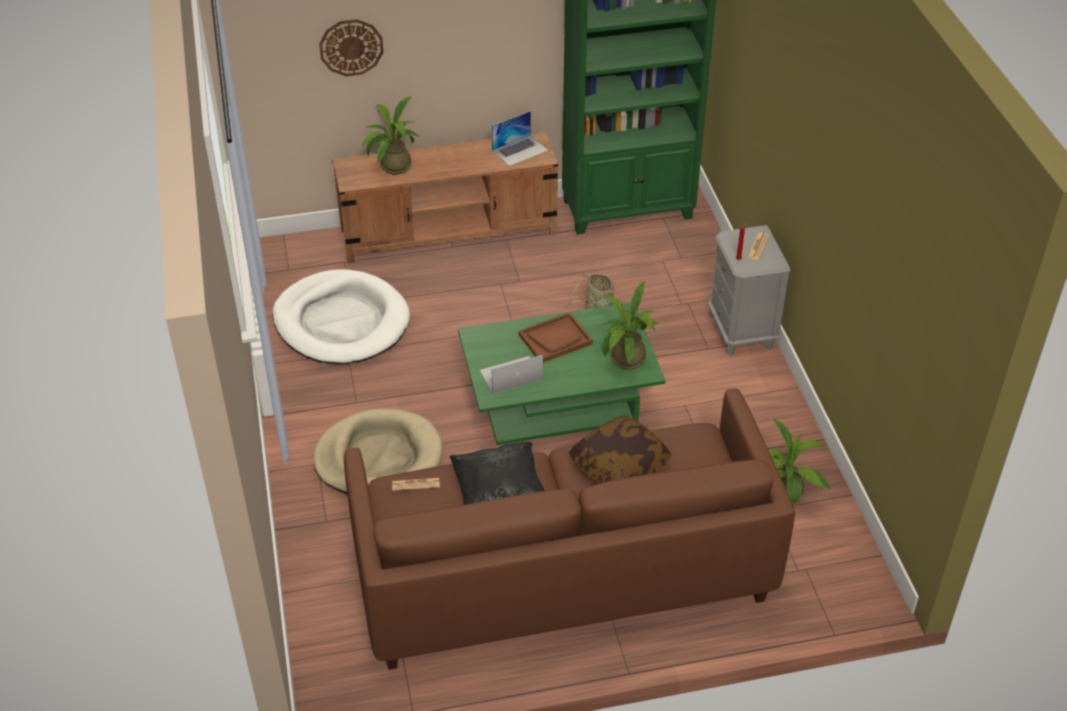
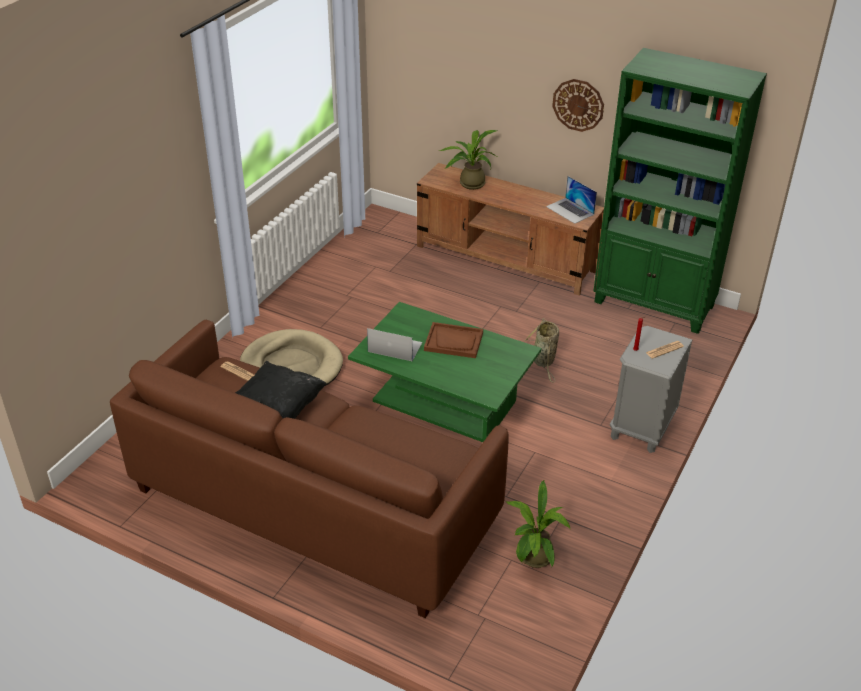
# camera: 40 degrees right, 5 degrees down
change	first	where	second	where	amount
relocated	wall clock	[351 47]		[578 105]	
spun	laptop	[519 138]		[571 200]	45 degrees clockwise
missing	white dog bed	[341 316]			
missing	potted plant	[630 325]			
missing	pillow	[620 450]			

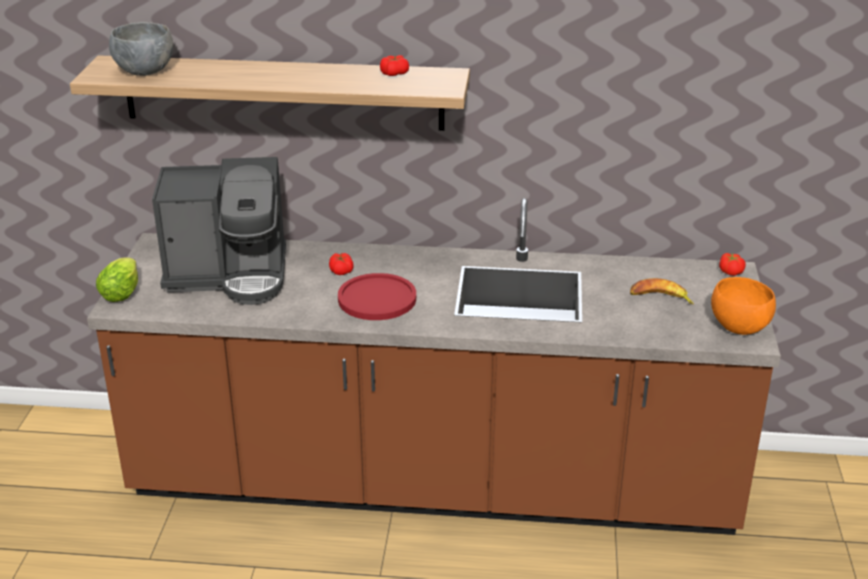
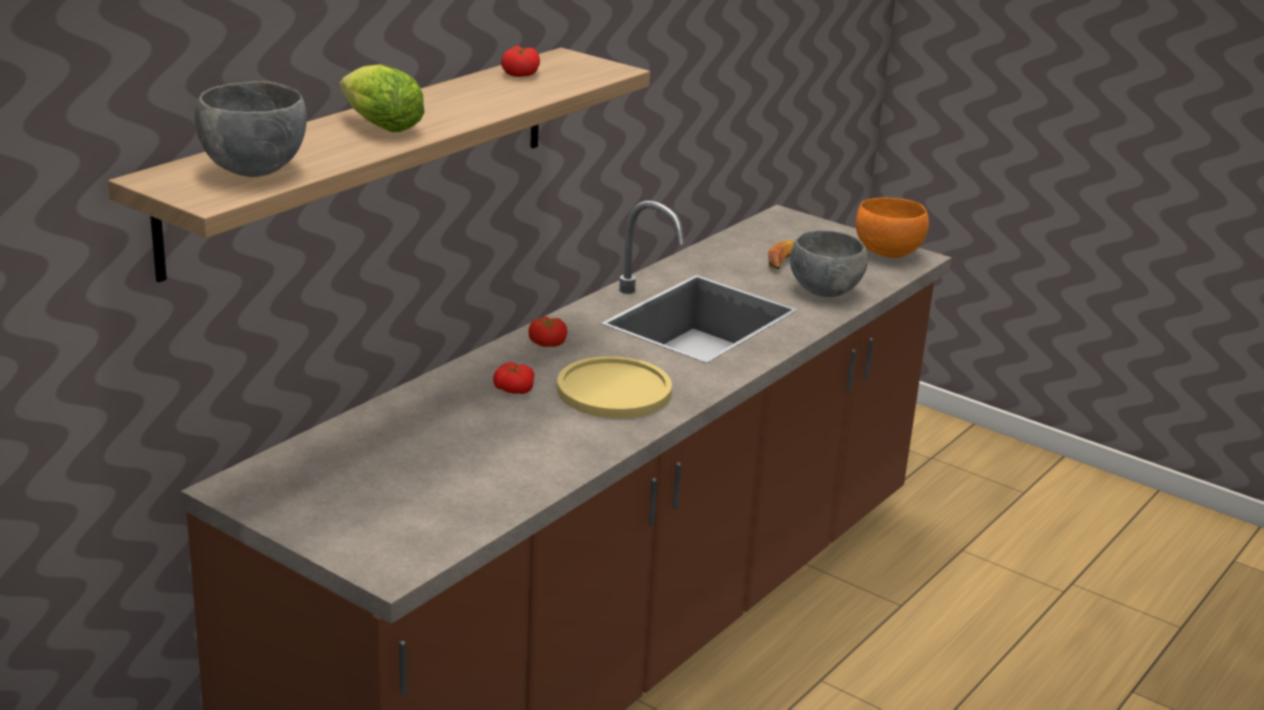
# camera: 60 degrees left, 5 degrees down
change	first	where	second	where	amount
missing	coffee machine	[219 231]			
relocated	tomato	[732 264]		[547 331]	
relocated	lettuce	[117 279]		[382 98]	
colour	red plate	[377 296]	yellow plate	[614 387]	
appeared			grey bowl	[828 263]	

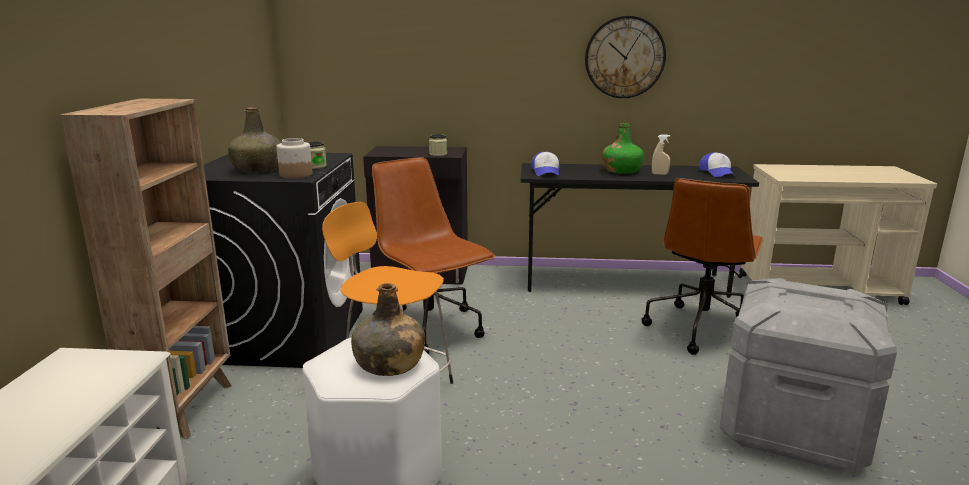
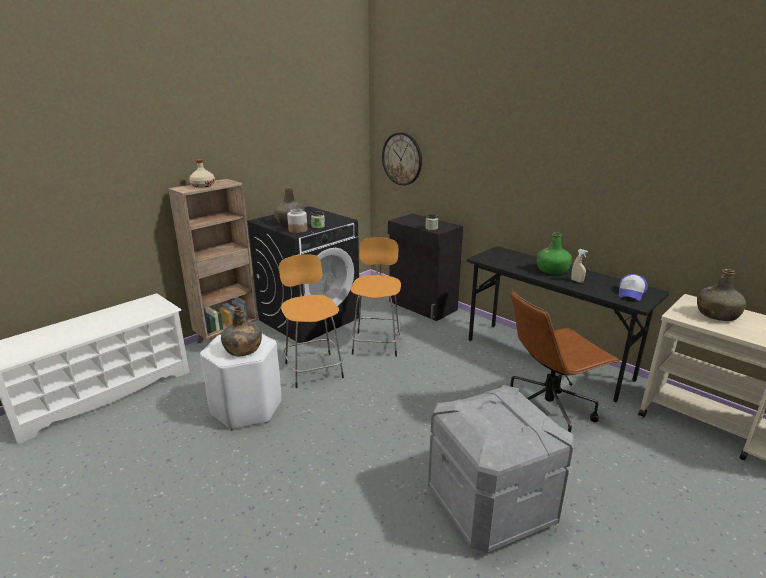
# camera: 40 degrees right, 5 degrees up
change	first	where	second	where	amount
relocated	wall clock	[625 57]		[402 159]	
missing	cap	[545 164]			
exchanged	brown office chair	[433 255]	orange stool	[376 297]	
appeared			beige bottle	[202 173]	
appeared			green bottle	[721 295]	

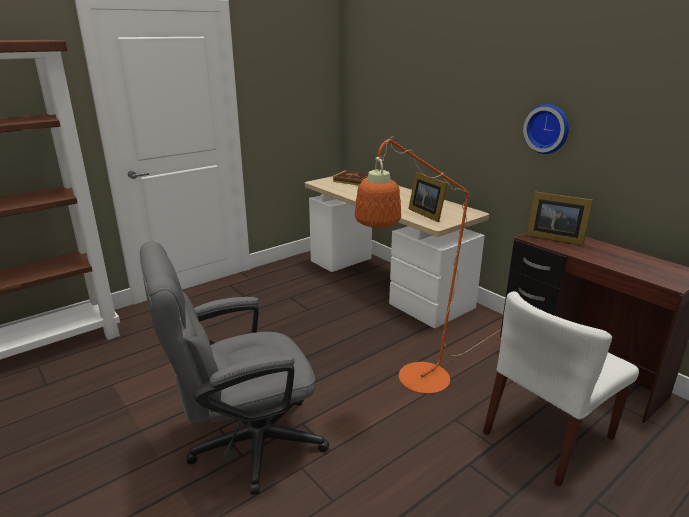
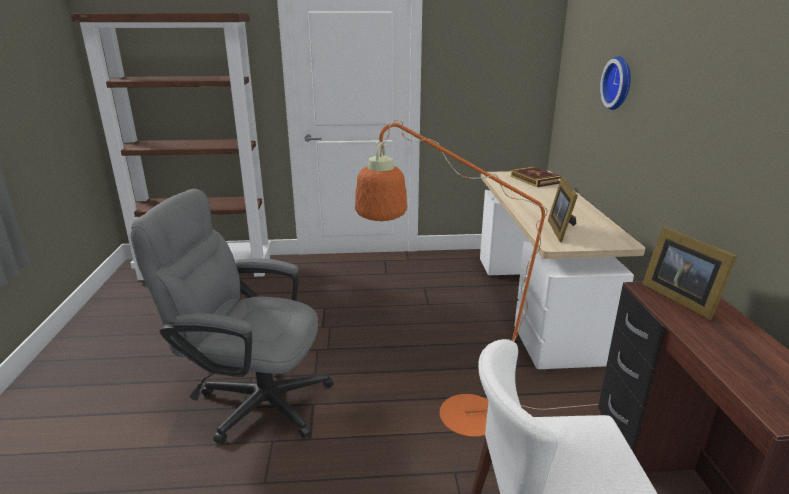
# camera: 35 degrees right, 0 degrees up
change	first	where	second	where	amount
relocated	wall clock	[546 129]		[615 83]	

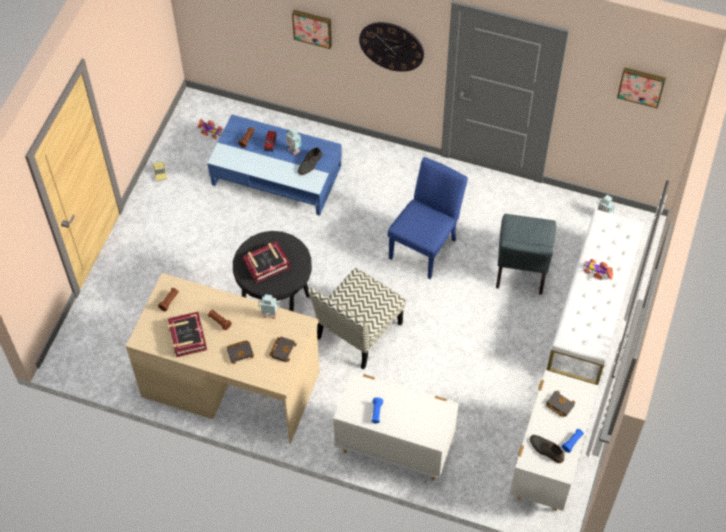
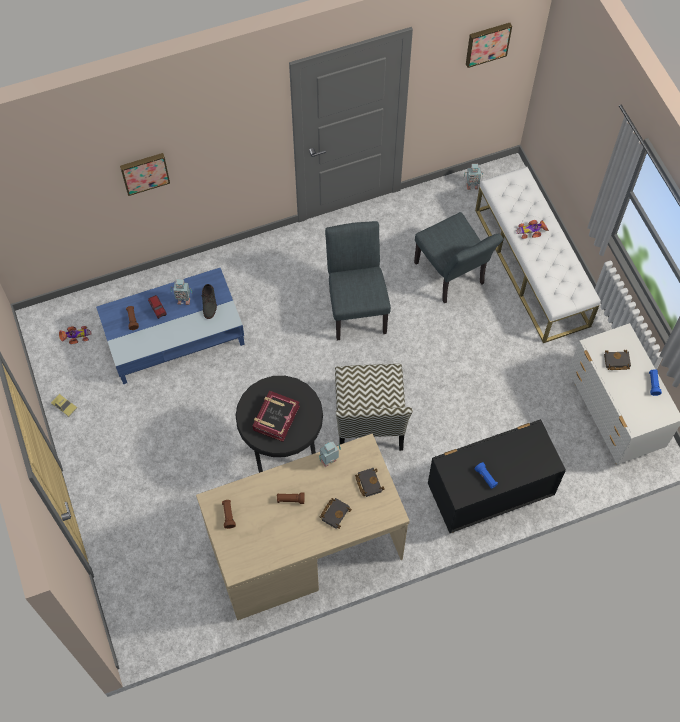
# camera: 40 degrees left, 5 degrees up
change	first	where	second	where	amount
missing	wall clock	[391 47]			
colour	blue chair	[428 218]	grey chair	[358 281]	
missing	book	[187 334]			
colour	white dresser	[396 426]	black dresser	[497 476]	
missing	grey shoe	[547 449]			

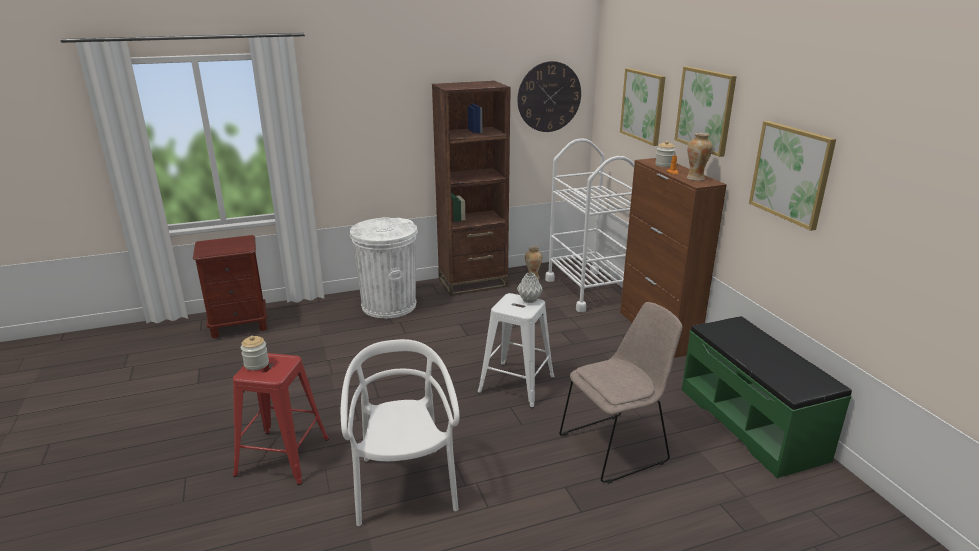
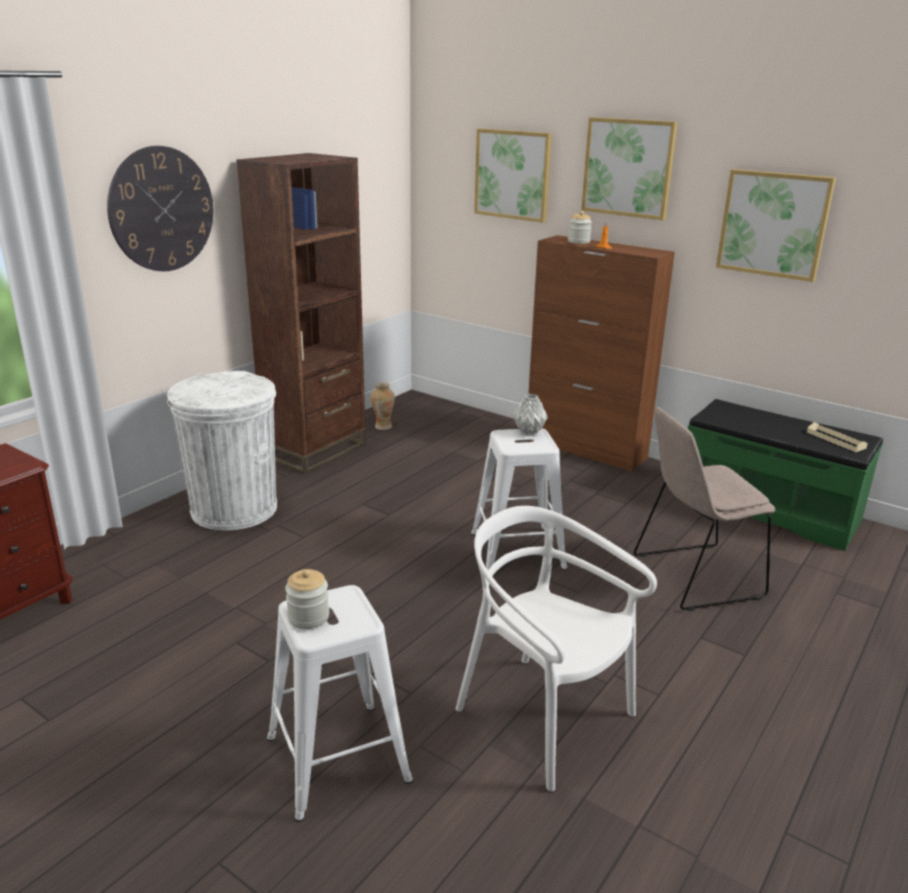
# camera: 35 degrees left, 0 degrees up
change	first	where	second	where	amount
relocated	wall clock	[549 96]		[160 208]	
missing	vase	[700 157]			
missing	white cart	[589 225]			
spun	beige chair	[620 393]		[704 509]	135 degrees counterclockwise
colour	red stool	[281 419]	white stool	[340 703]	
appeared			beige tray	[837 437]	

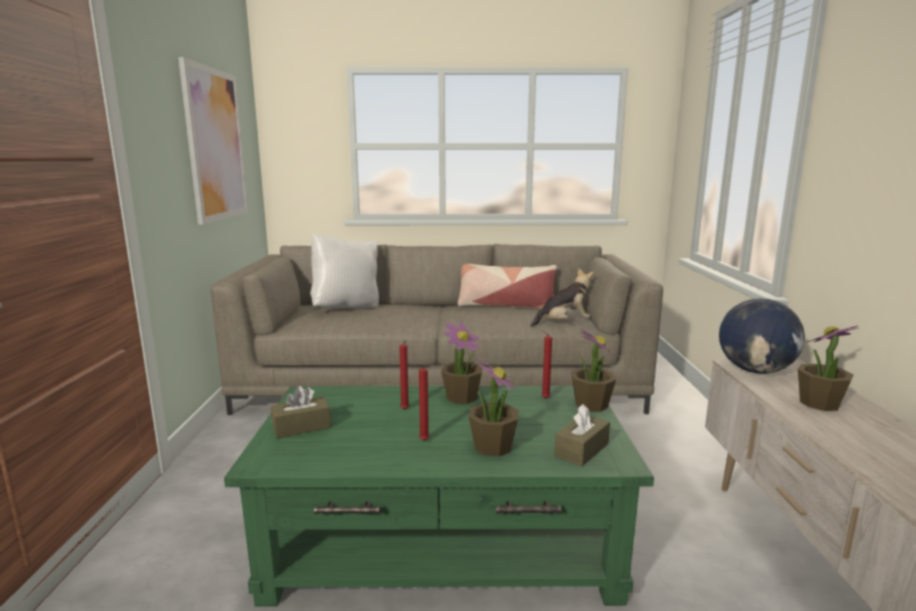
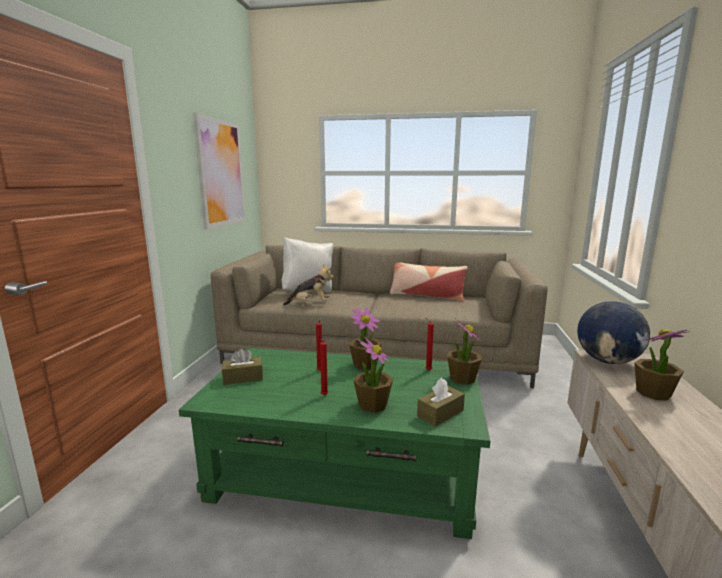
# camera: 10 degrees right, 0 degrees up
change	first	where	second	where	amount
relocated	plush toy	[562 298]		[308 285]	

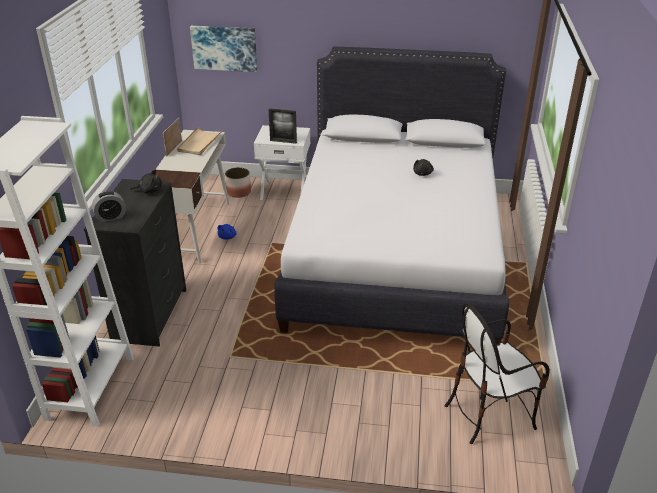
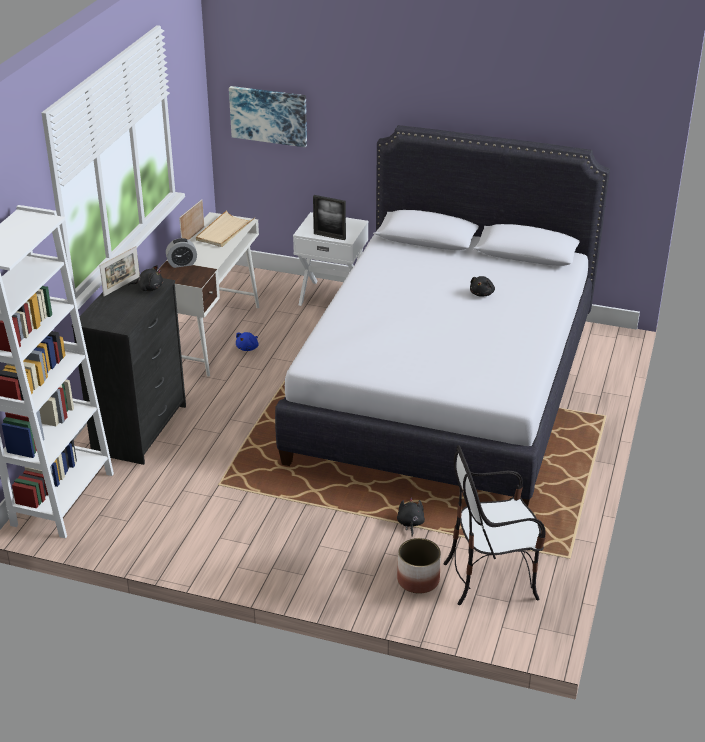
# camera: 10 degrees right, 0 degrees up
change	first	where	second	where	amount
relocated	planter	[238 182]		[419 565]	
relocated	alarm clock	[109 206]		[181 253]	
appeared			picture frame	[119 271]	
appeared			black plush toy	[411 517]	

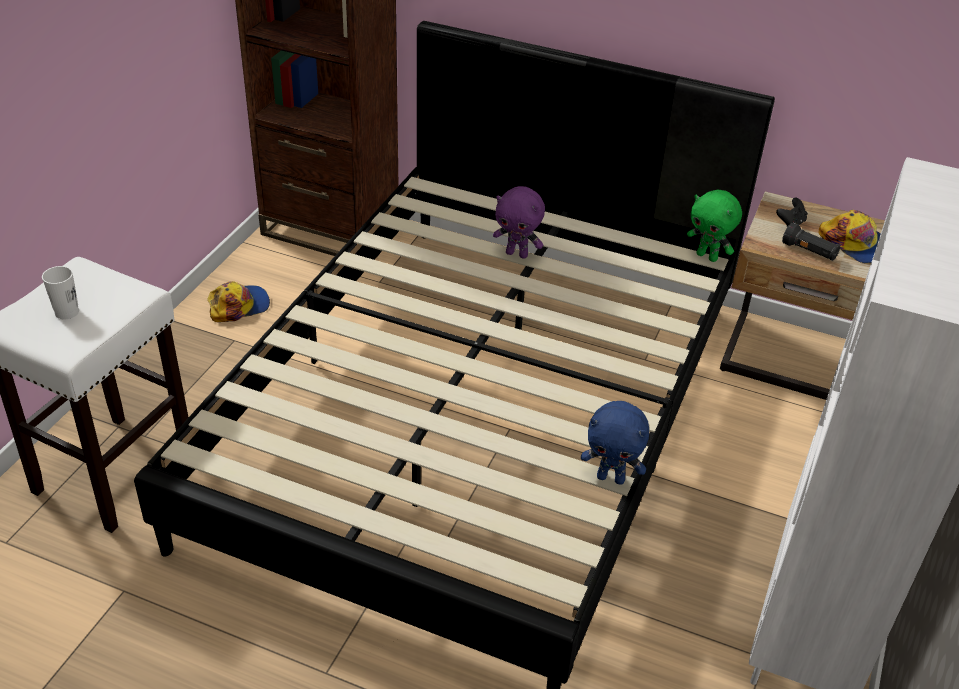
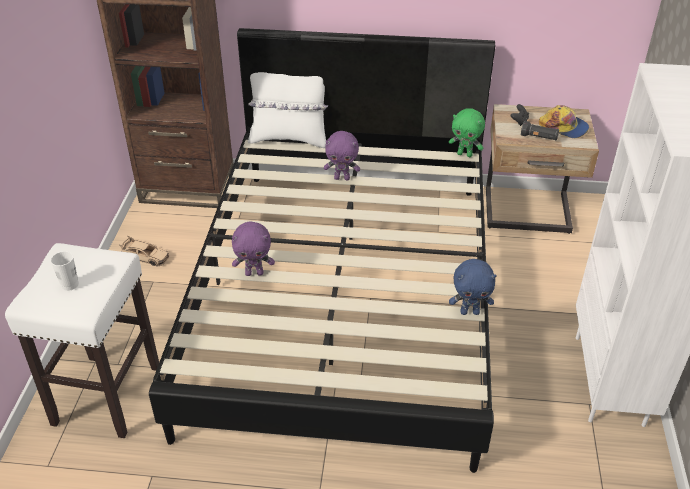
# camera: 15 degrees left, 0 degrees up
change	first	where	second	where	amount
exchanged	cap	[238 301]	beige toy car	[144 251]	
appeared			white pillow	[288 110]	
appeared			purple plush toy	[253 249]	

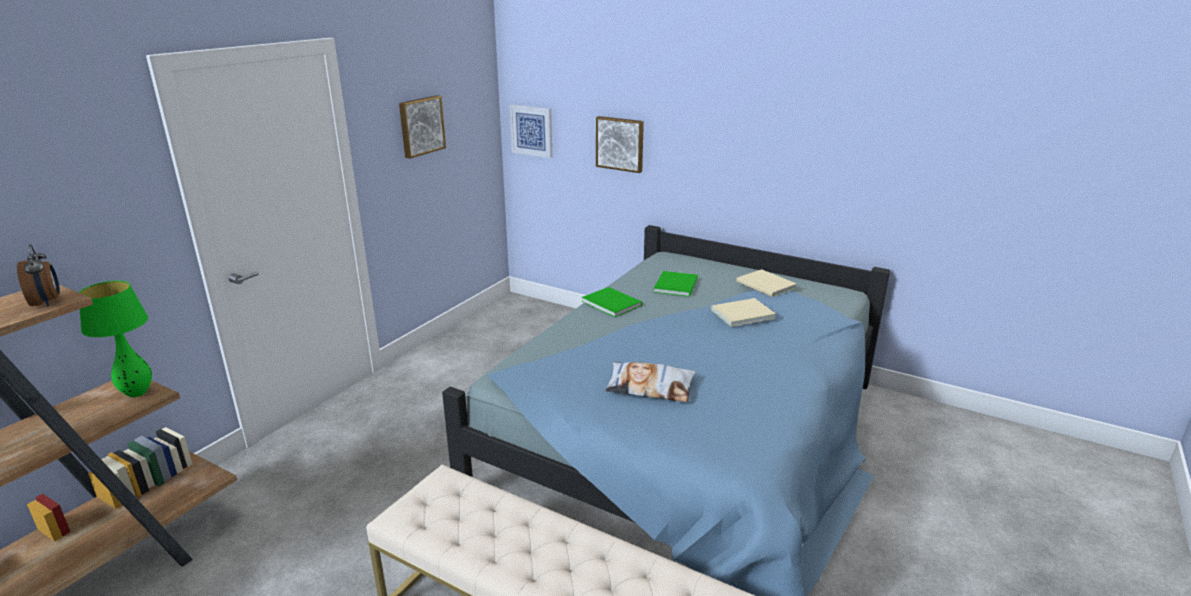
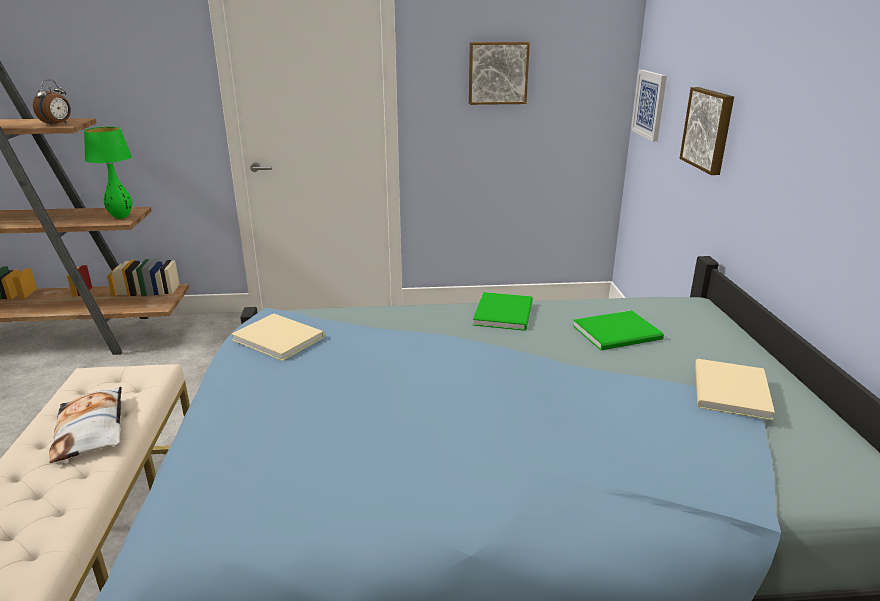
# camera: 55 degrees right, 0 degrees up
change	first	where	second	where	amount
relocated	beige book	[743 312]		[278 337]	
relocated	pillow	[650 382]		[85 424]	

